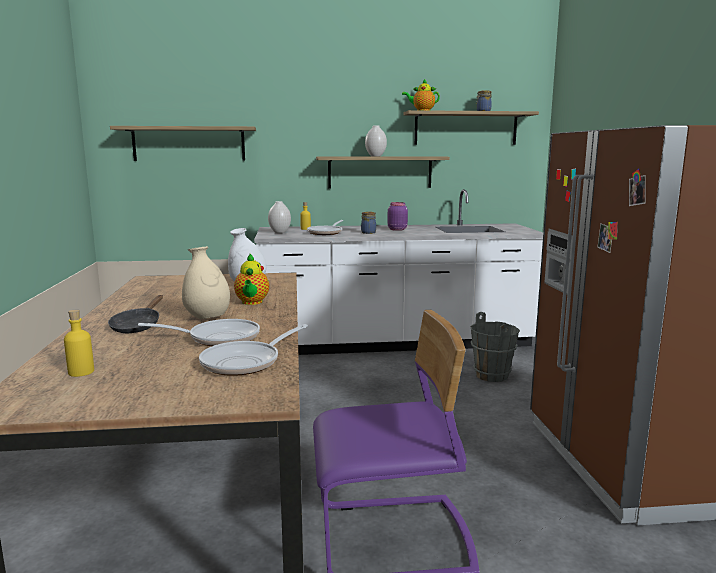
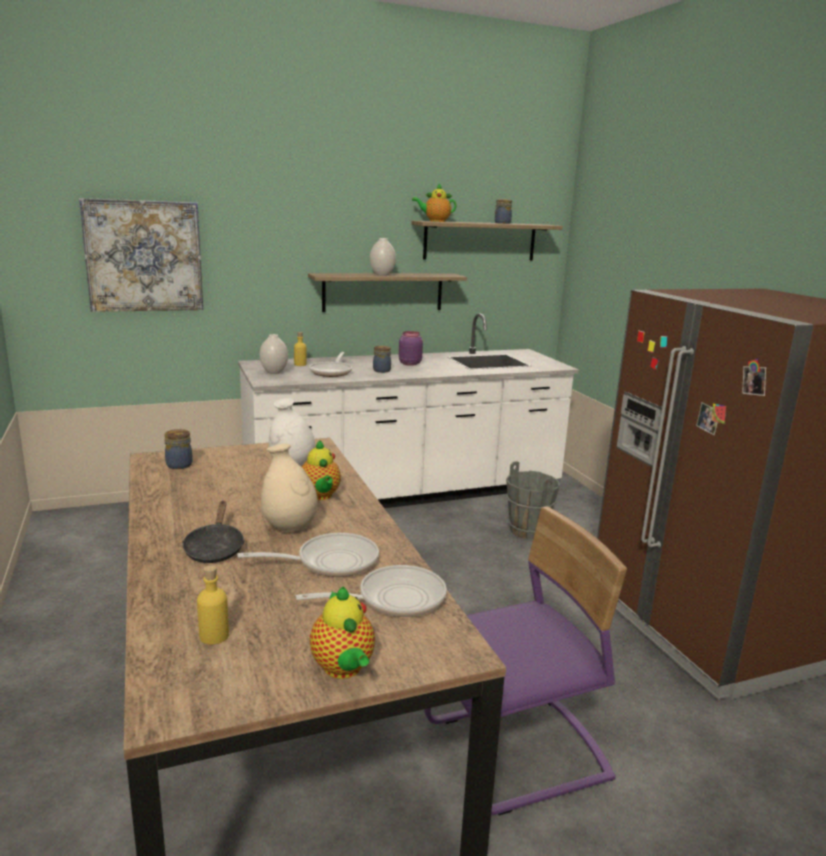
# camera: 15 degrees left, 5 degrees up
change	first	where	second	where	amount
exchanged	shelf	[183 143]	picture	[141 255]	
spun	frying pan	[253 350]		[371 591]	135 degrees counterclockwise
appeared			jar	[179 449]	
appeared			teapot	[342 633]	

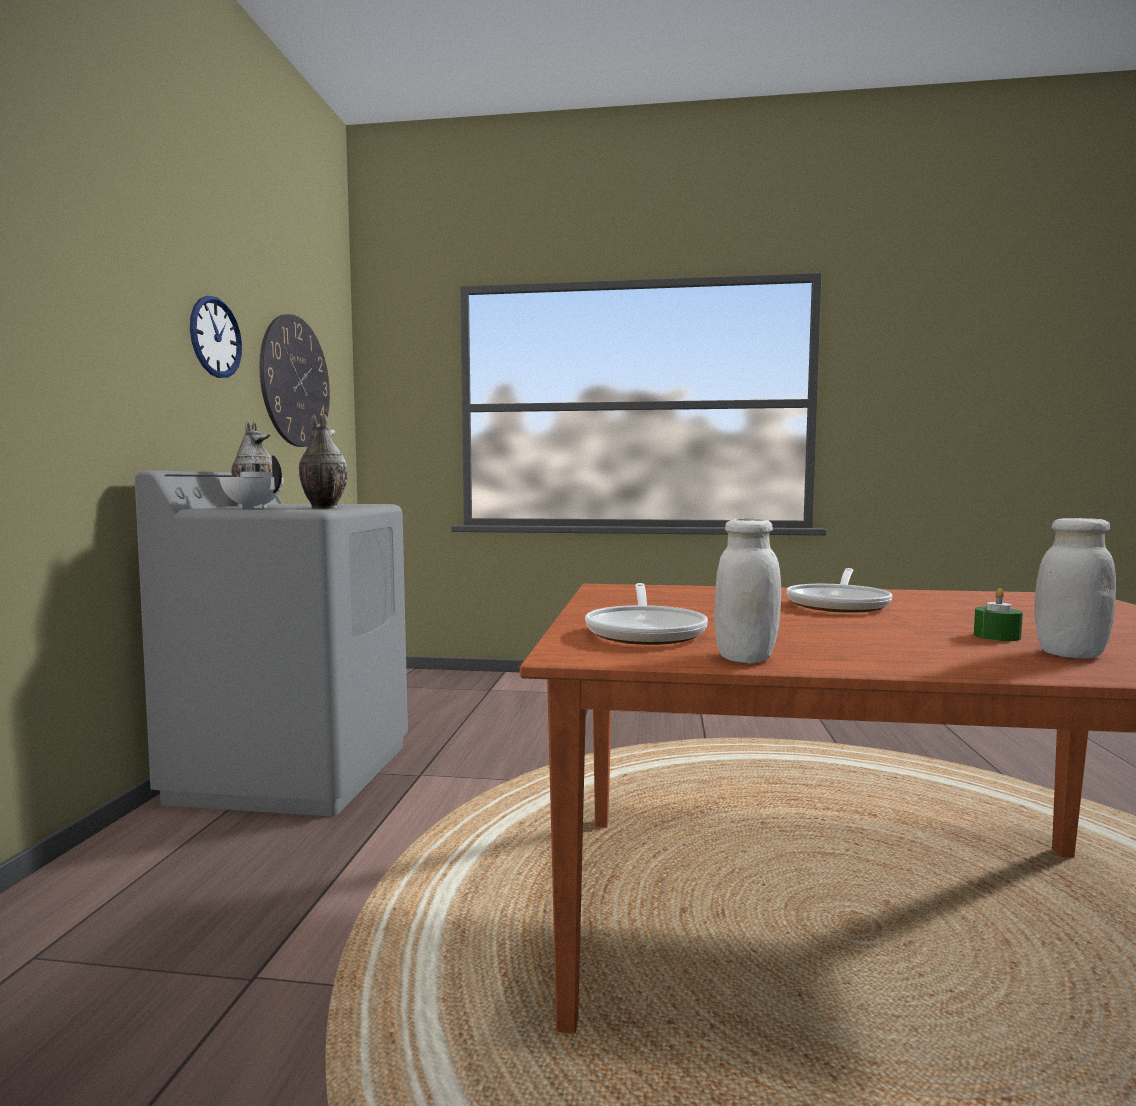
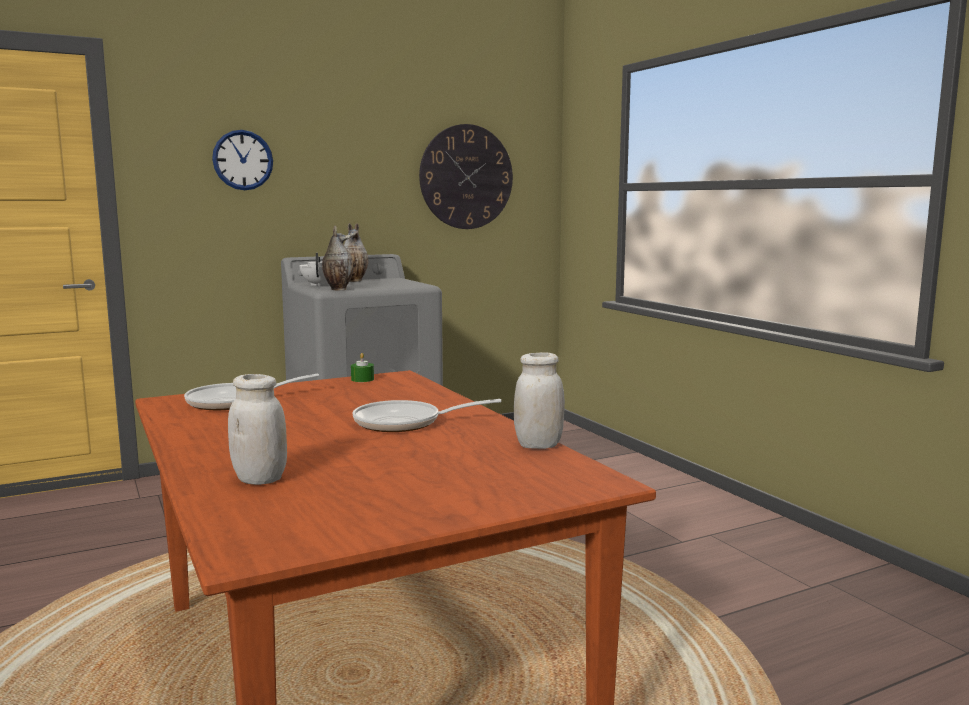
# camera: 55 degrees right, 5 degrees up
change	first	where	second	where	amount
relocated	wall clock	[216 337]		[242 160]	
relocated	white jar	[747 591]		[539 400]	
relocated	green candle	[998 614]		[362 367]	

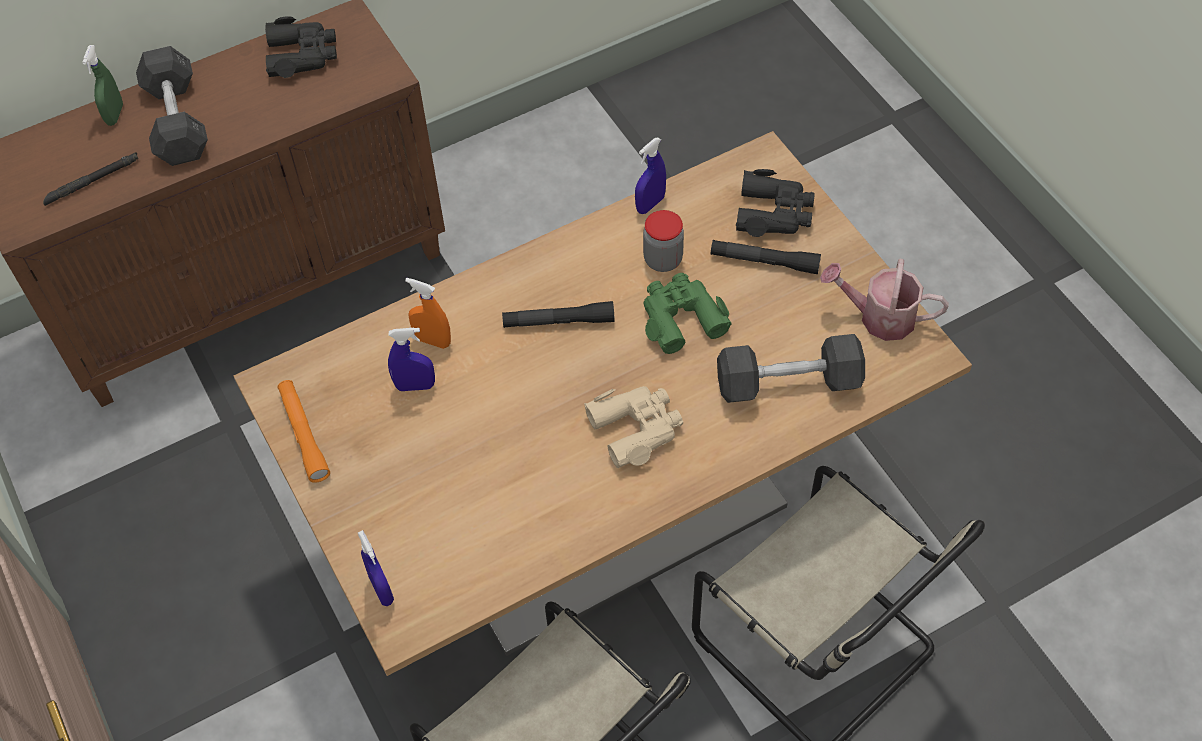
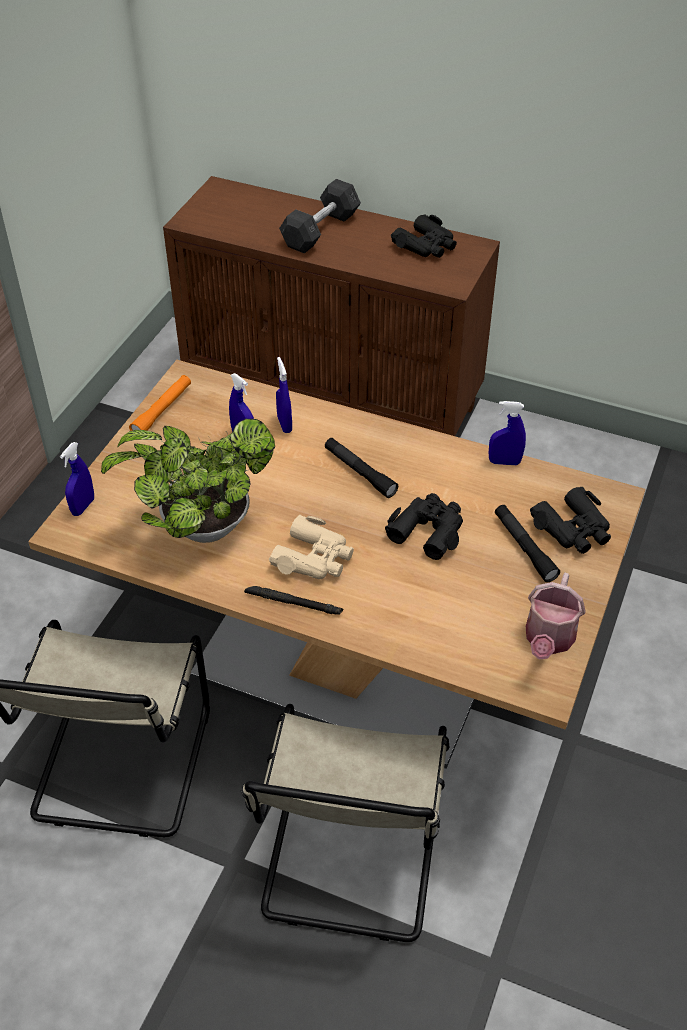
# camera: 50 degrees right, 10 degrees down
change	first	where	second	where	amount
missing	green spray bottle	[102 85]			
relocated	black flashlight	[90 179]		[293 600]	
missing	jar	[663 241]			
spun	watering can	[884 300]		[556 616]	135 degrees counterclockwise
colour	green binoculars	[687 313]	black binoculars	[424 526]	
colour	orange spray bottle	[428 313]	blue spray bottle	[284 395]	
missing	grey dumbbell	[791 368]			
appeared			potted plant	[188 481]	

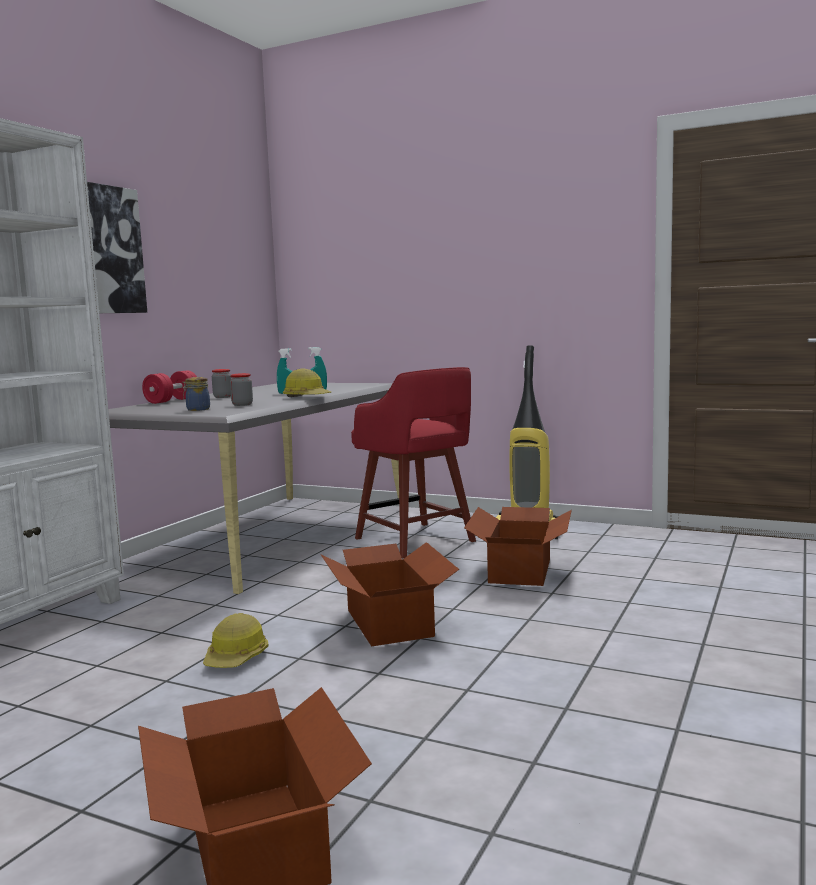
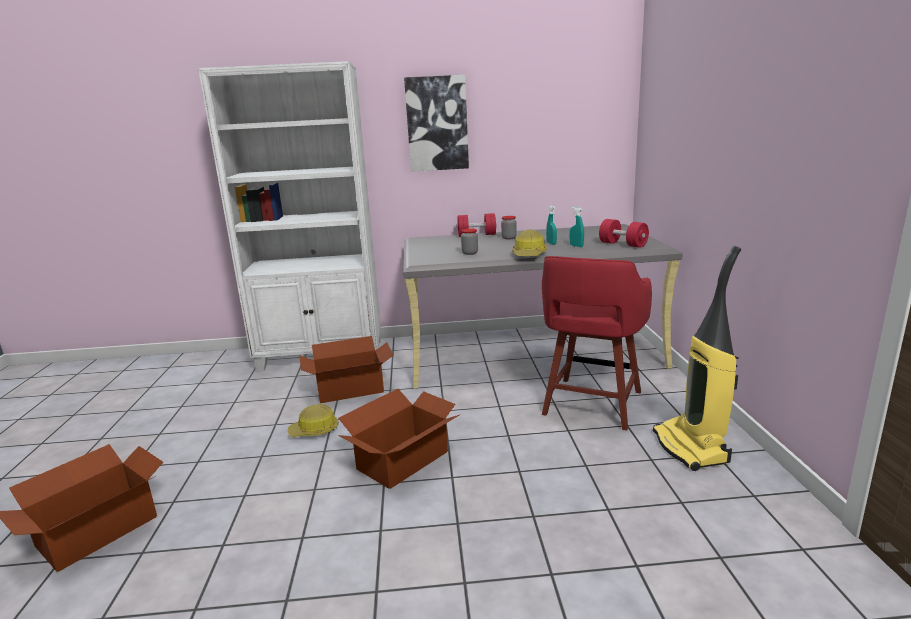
# camera: 60 degrees right, 10 degrees up
change	first	where	second	where	amount
missing	jar	[196 394]			
relocated	cardboard box	[518 546]		[347 369]	
appeared			red dumbbell	[624 233]	

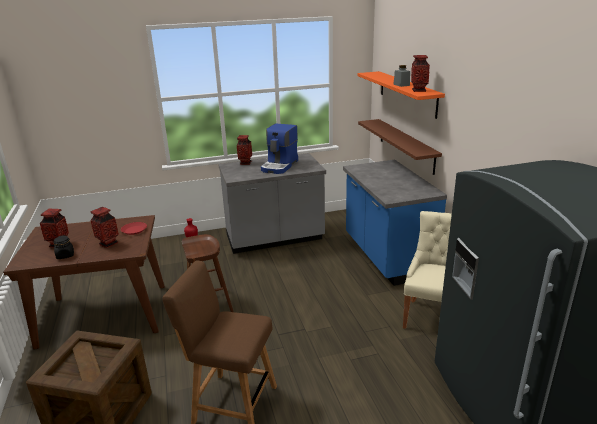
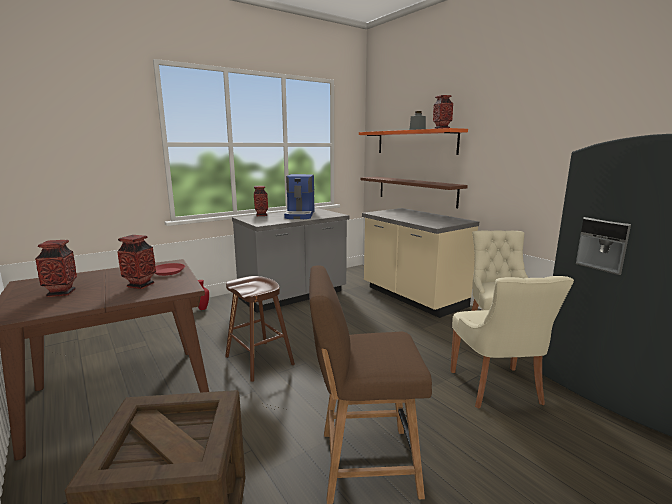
# camera: 20 degrees left, 10 degrees down
change	first	where	second	where	amount
colour	blue counter	[395 223]	beige counter	[420 263]	
missing	black jar	[64 247]			
appeared			beige chair	[512 342]	

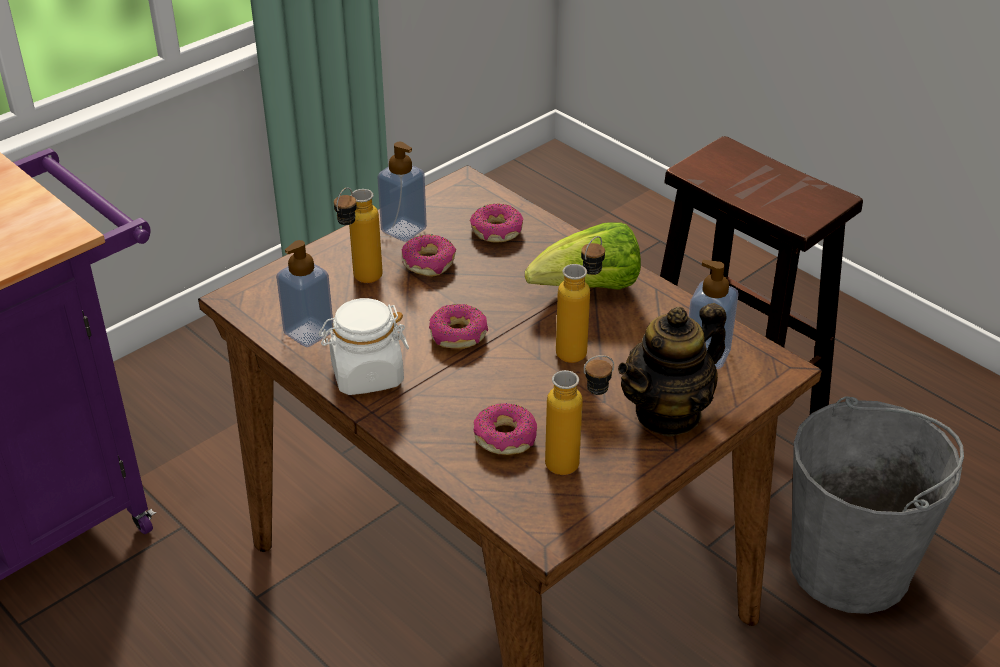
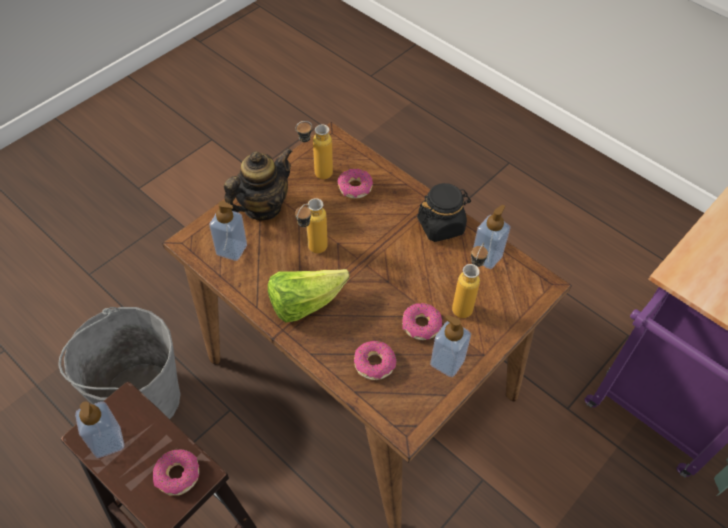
# camera: 175 degrees right, 15 degrees up
change	first	where	second	where	amount
colour	white jar	[363 346]	black jar	[444 212]	
relocated	donut	[458 326]		[176 473]	
appeared			soap dispenser	[99 429]	

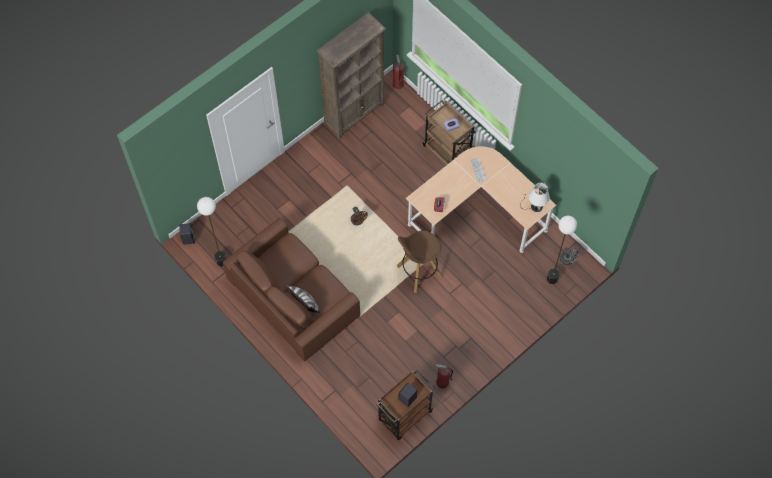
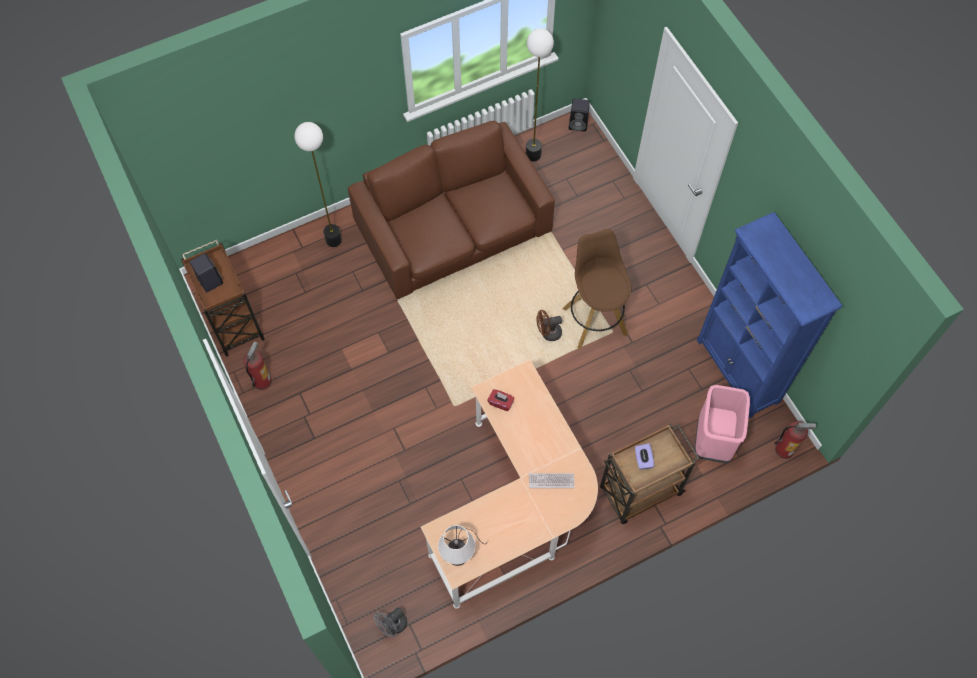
# camera: 105 degrees right, 0 degrees up
change	first	where	second	where	amount
colour	brown bookcase	[351 75]	blue bookcase	[769 315]	
relocated	floor lamp	[562 250]		[318 184]	
relocated	brown stool	[419 261]		[597 289]	
missing	pillow	[303 299]			
appeared			pink trash can	[722 424]	

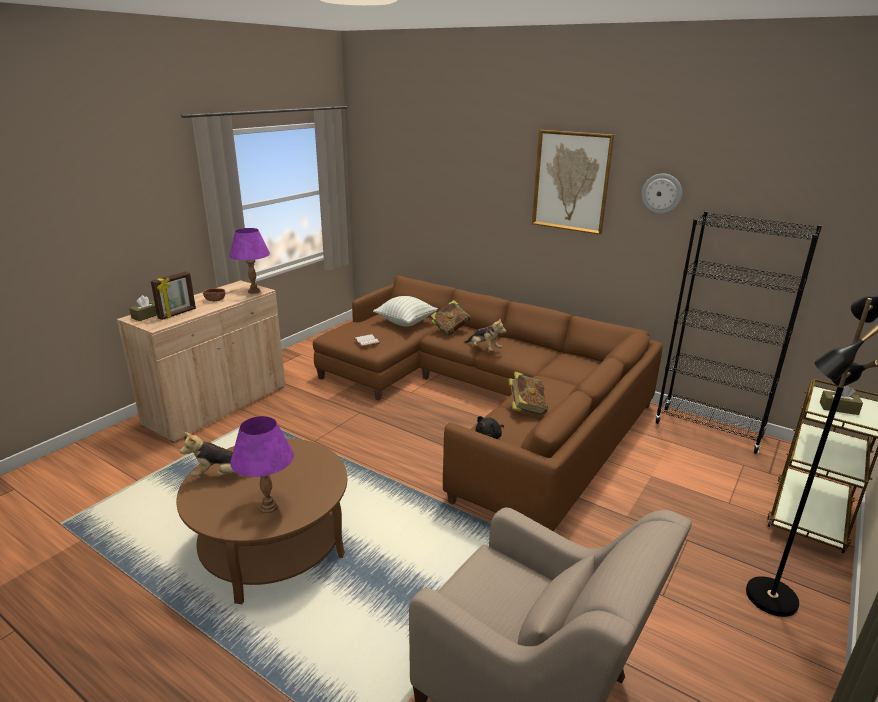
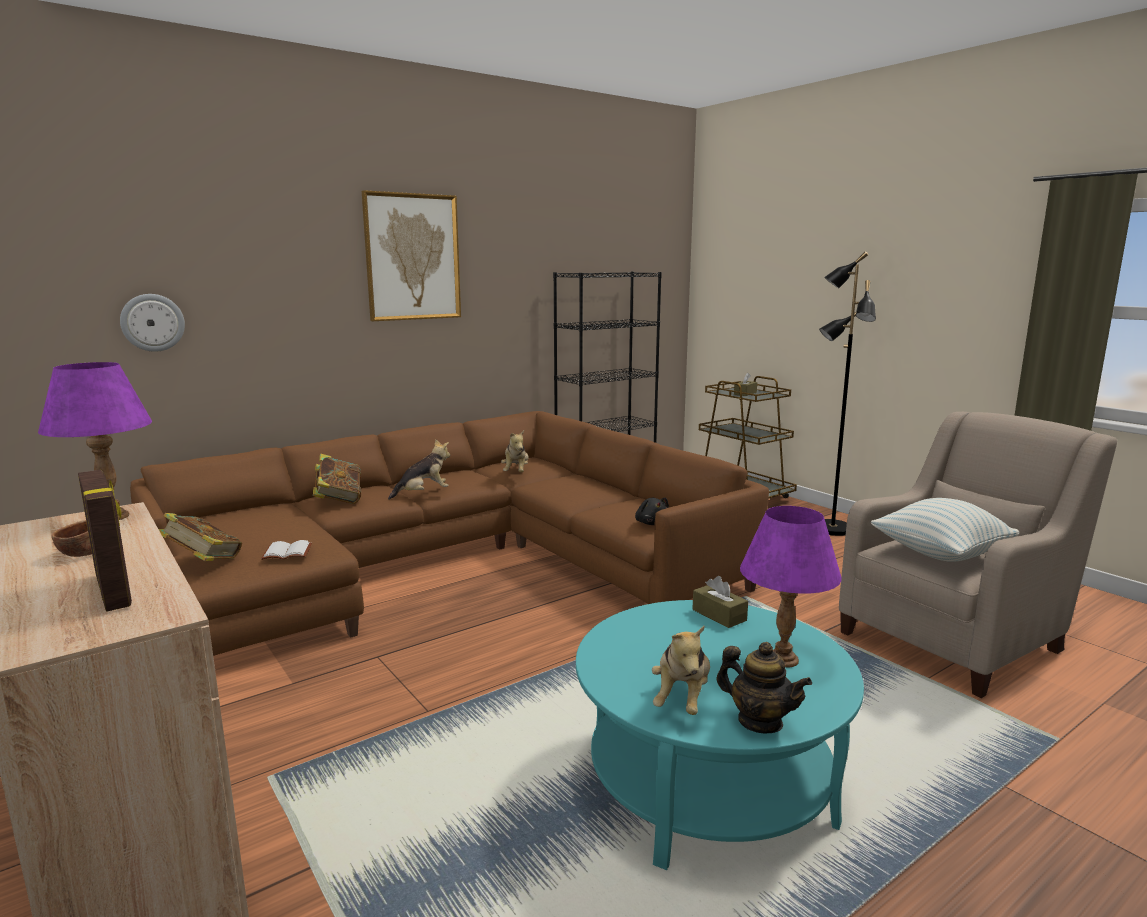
# camera: 70 degrees left, 10 degrees down
change	first	where	second	where	amount
relocated	wall clock	[661 193]		[152 323]	
relocated	brown tissue box	[143 308]		[720 602]	
relocated	pillow	[405 311]		[945 530]	
relocated	book	[528 394]		[200 537]	
colour	brown coffee table	[261 521]	turquoise coffee table	[720 735]	
appeared			plush toy	[515 451]	
appeared			teapot	[764 687]	

